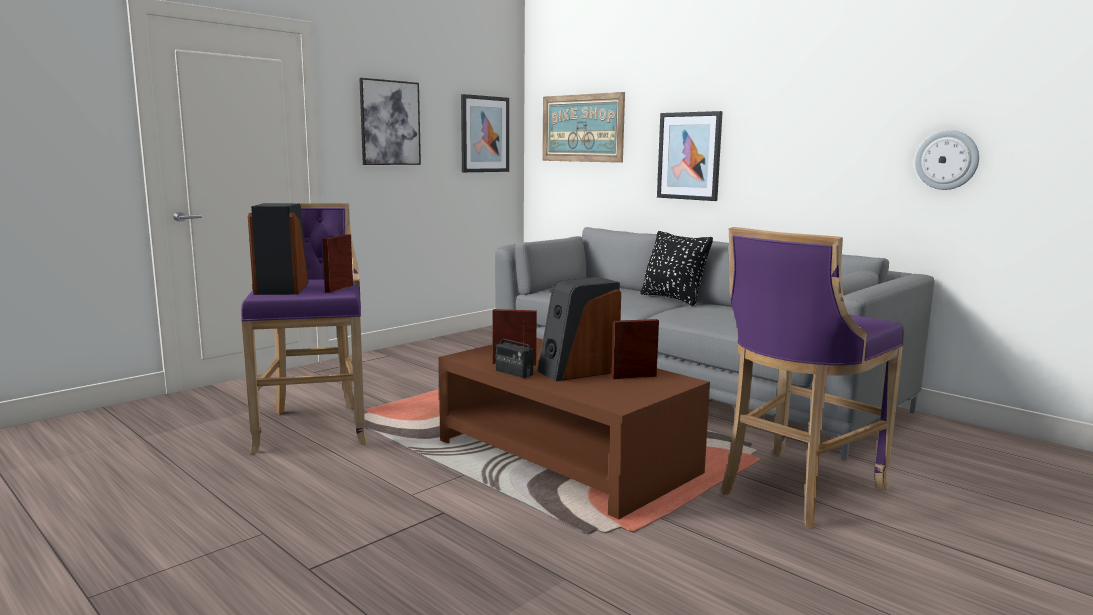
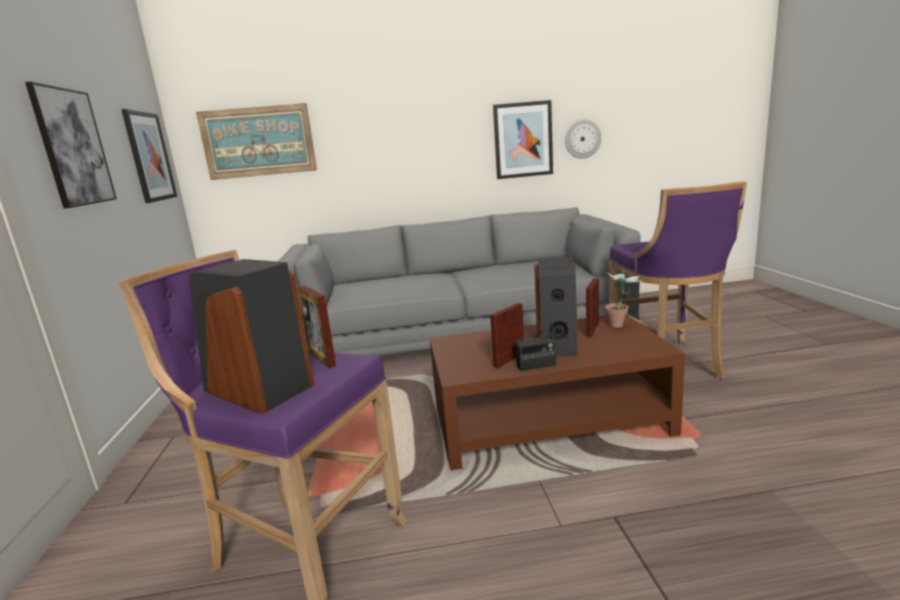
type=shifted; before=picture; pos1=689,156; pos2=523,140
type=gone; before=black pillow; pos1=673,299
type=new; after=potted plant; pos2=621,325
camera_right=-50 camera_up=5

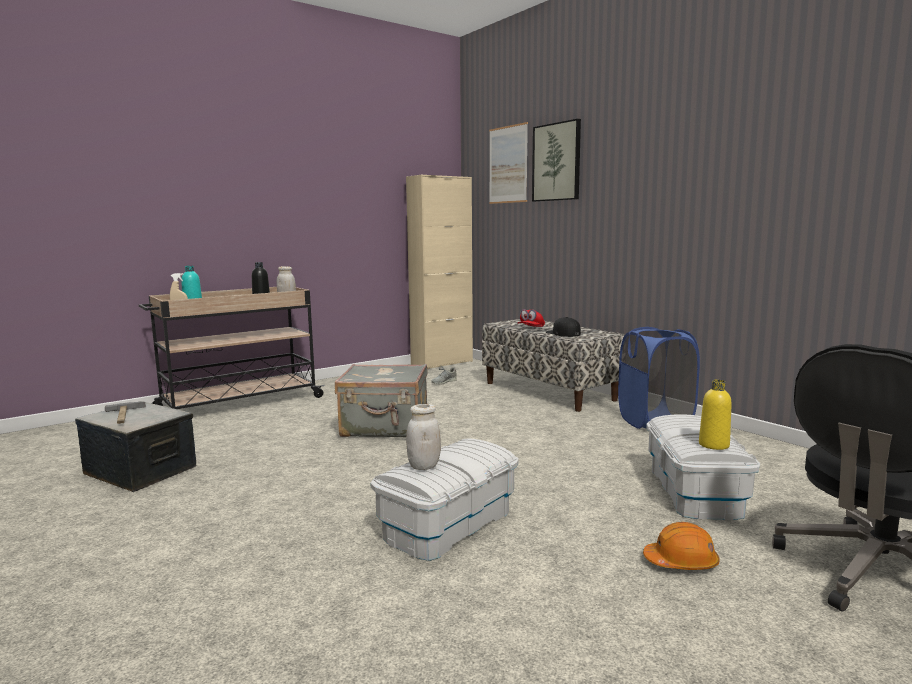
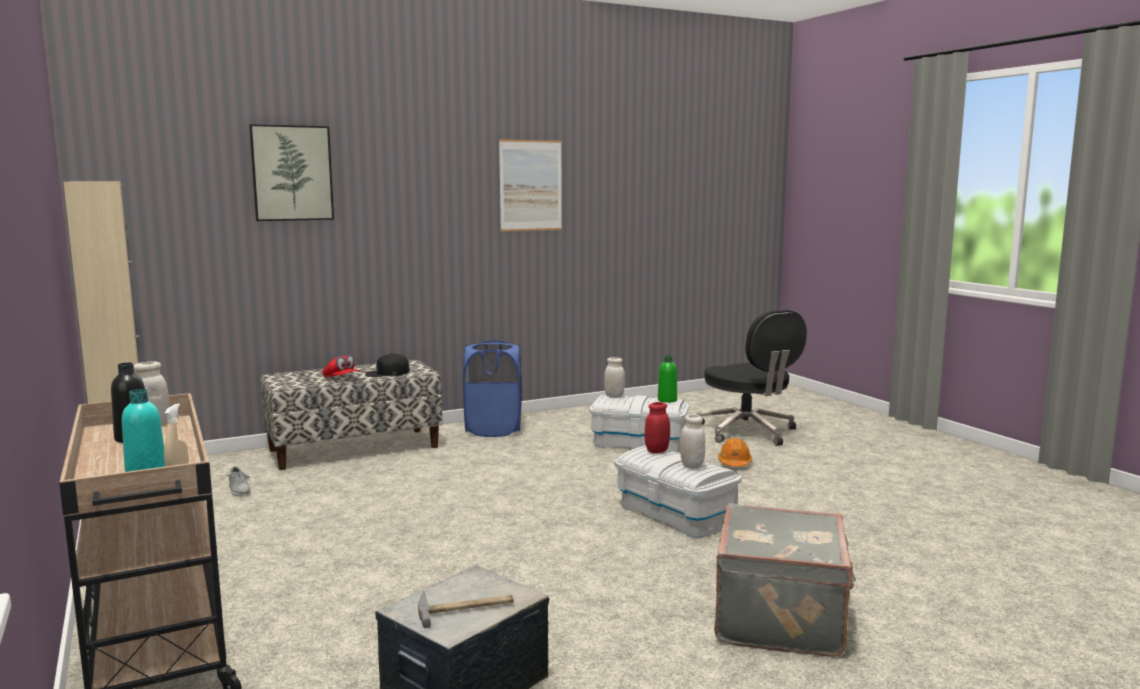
type=shifted; before=picture; pos1=508,164; pos2=530,185
type=shifted; before=grey suitcase; pos1=385,427; pos2=782,618
type=repainted; before=yellow bottle; after=green bottle; pos1=714,445; pos2=667,400
type=new; after=white jar; pos2=614,396
type=new; after=red jar; pos2=657,451
camera_right=-80 camera_up=0

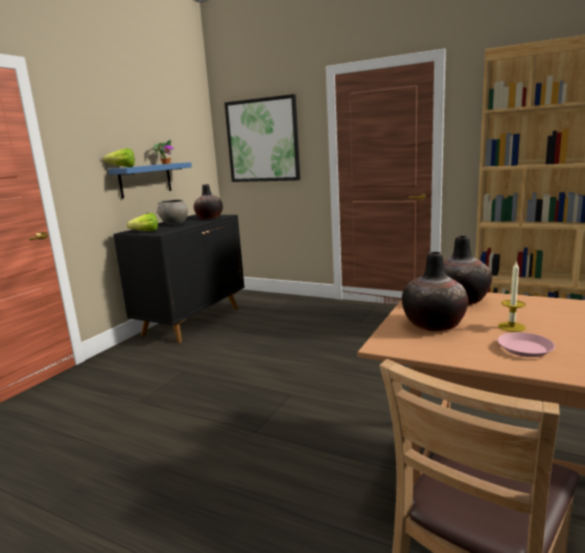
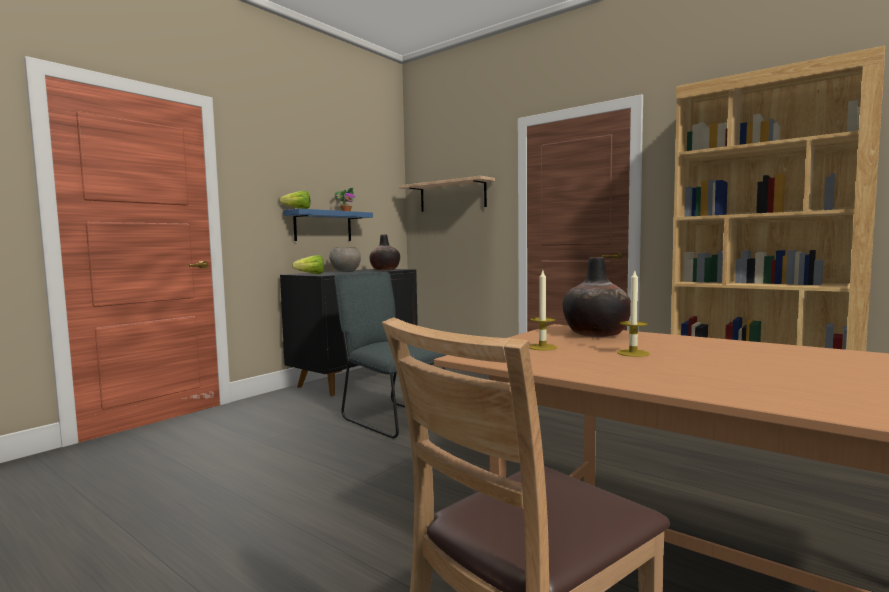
type=swapped; before=picture; after=shelf; pos1=262,140; pos2=452,196
type=swapped; before=vase; after=candle; pos1=433,325; pos2=542,347
type=gone; before=pink plate; pos1=525,348
type=new; after=grey chair; pos2=391,418
camera_right=10 camera_up=-10

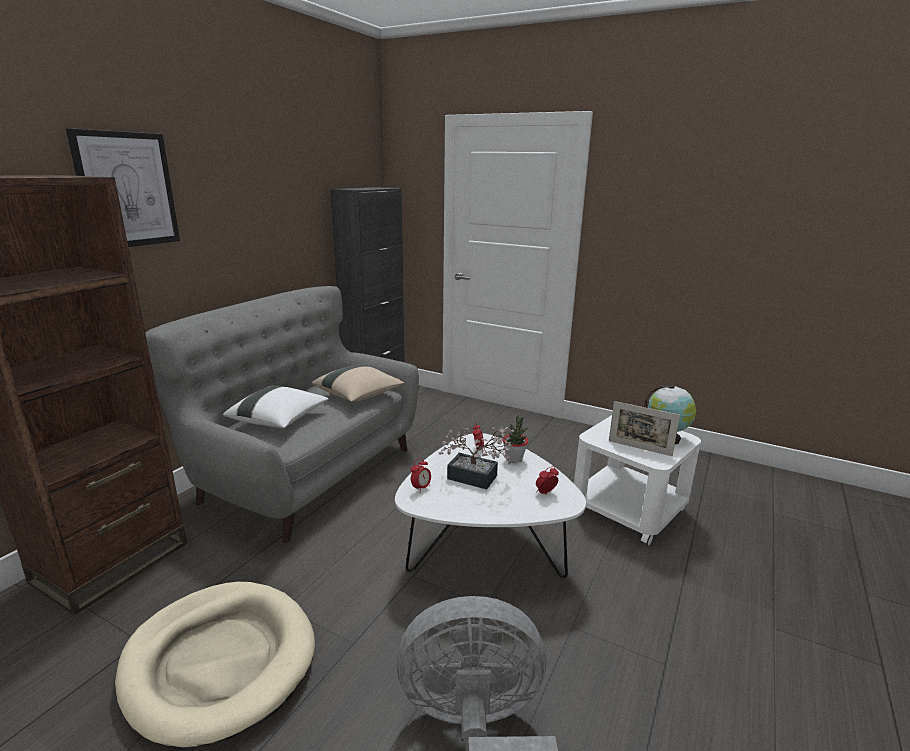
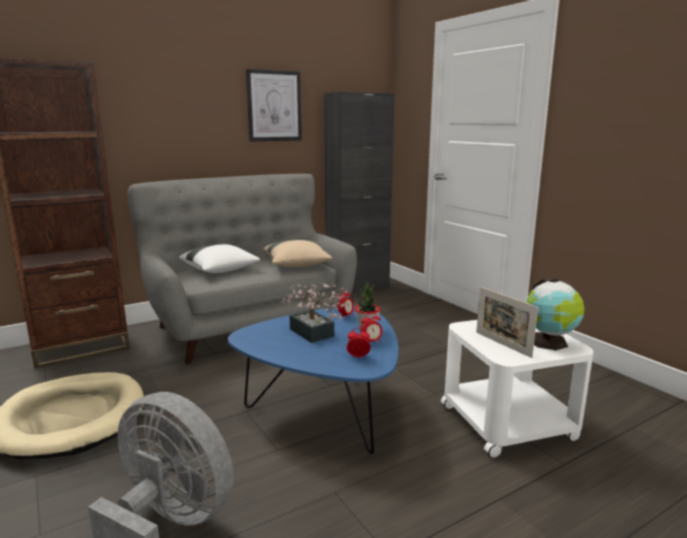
type=shifted; before=picture; pos1=127,190; pos2=274,106
type=repainted; before=white coffee table; after=blue coffee table; pos1=484,548; pos2=325,410
type=shifted; before=alarm clock; pos1=421,488; pos2=371,342
camera_right=30 camera_up=-5

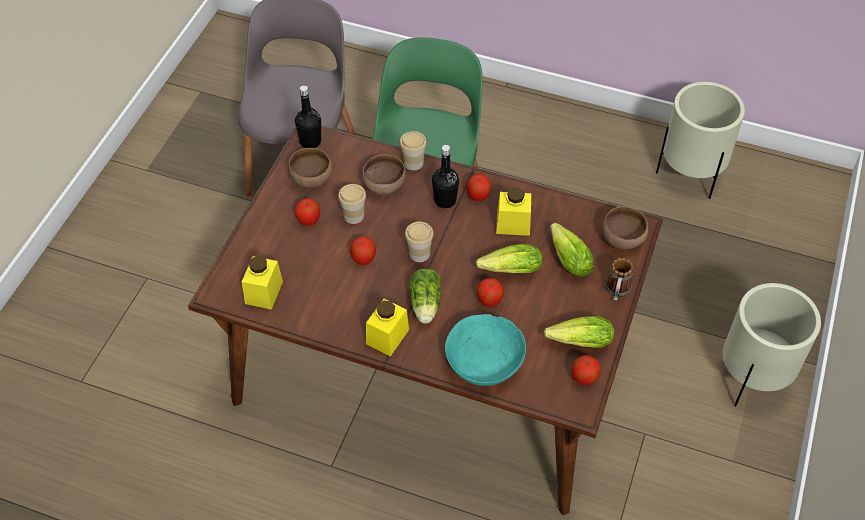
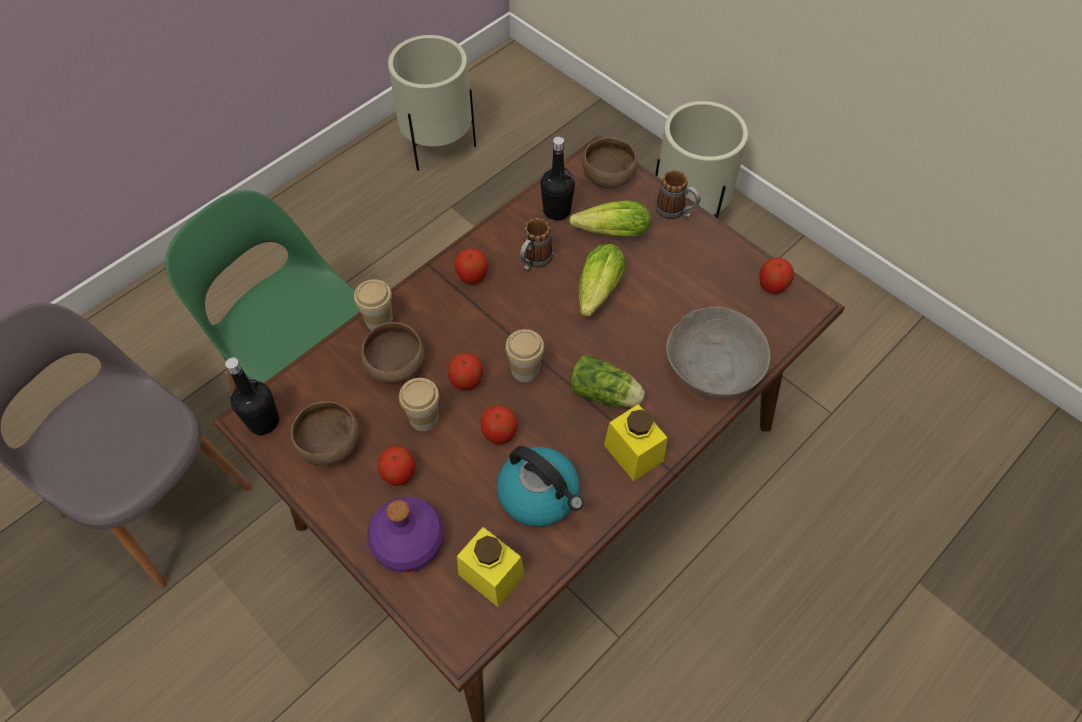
type=shifted; before=black bottle; pos1=445,200; pos2=557,211
type=swapped; before=yellow jar; after=mug; pos1=513,224; pos2=533,261
type=shifted; before=apple; pos1=489,300; pos2=466,380
type=repainted; before=turquoise bowl; after=grey bowl; pos1=483,361; pos2=713,368
type=gone; before=lettuce; pos1=576,341
type=new; after=kettle; pos2=540,494
type=new; after=purple bottle; pos2=408,541
camera_right=-65 camera_up=5

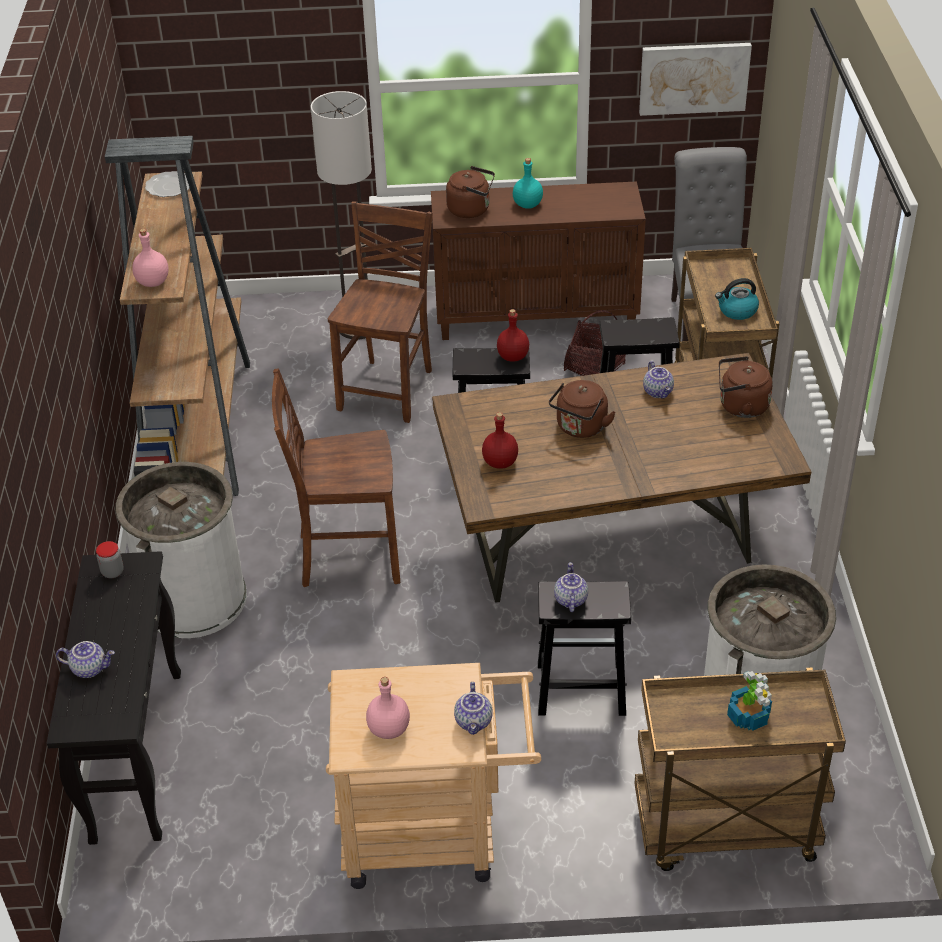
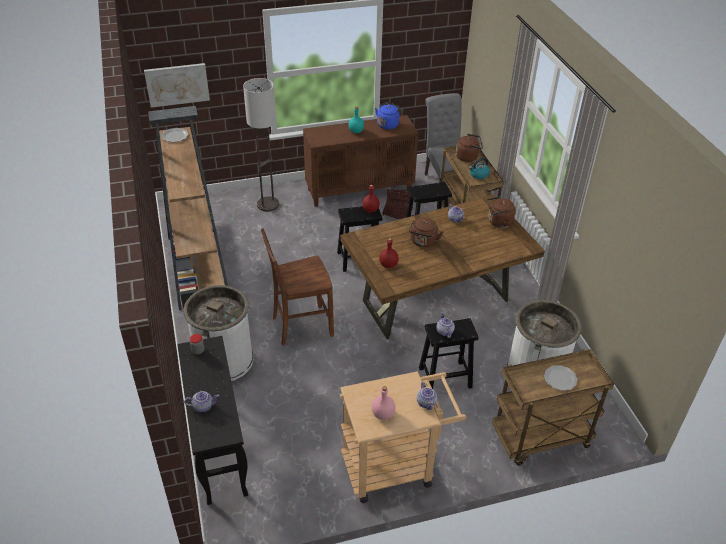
type=shifted; before=picture; pos1=694,78; pos2=177,84
type=shifted; before=brown kettle; pos1=471,210; pos2=468,157
type=gone; before=brown chair; pos1=388,389
type=gone; before=pink bottle; pos1=152,282
type=swapped; before=potted plant; after=plate; pos1=748,716; pos2=560,378
type=new; after=blue kettle; pos2=388,124
camera_right=-15 camera_up=0

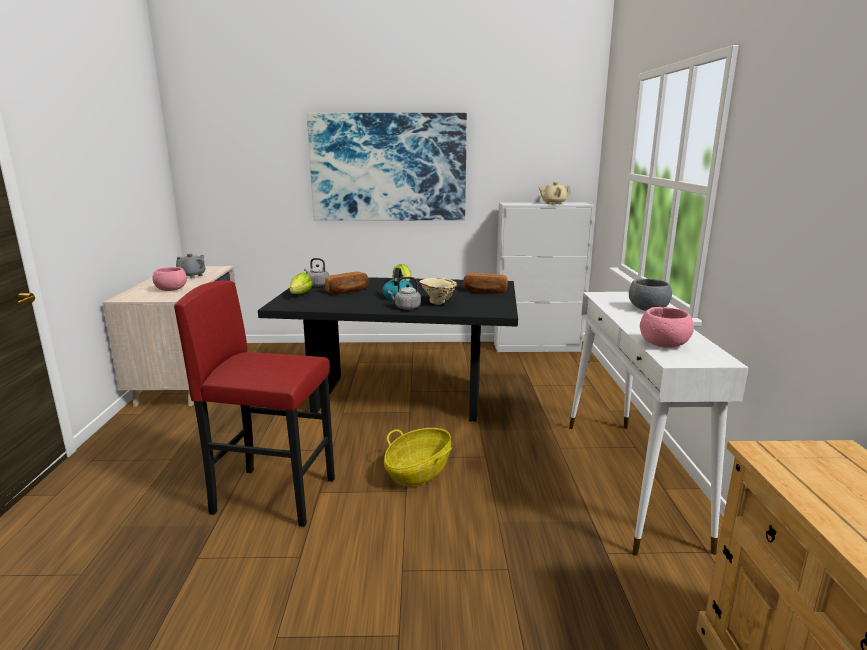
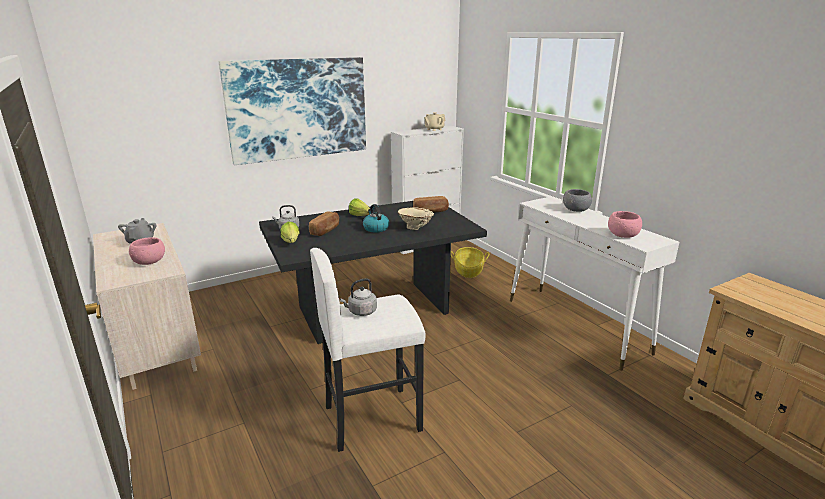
type=shifted; before=grey kettle; pos1=406,308; pos2=361,312
type=repainted; before=red stool; after=white stool; pos1=274,495; pos2=372,417
type=shifted; before=basket; pos1=418,471; pos2=468,271
camera_right=-30 camera_up=5

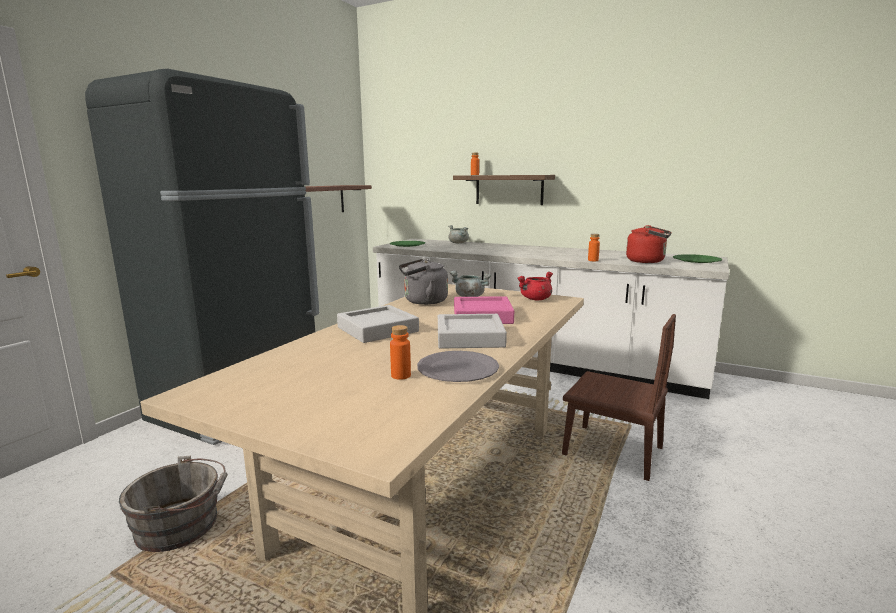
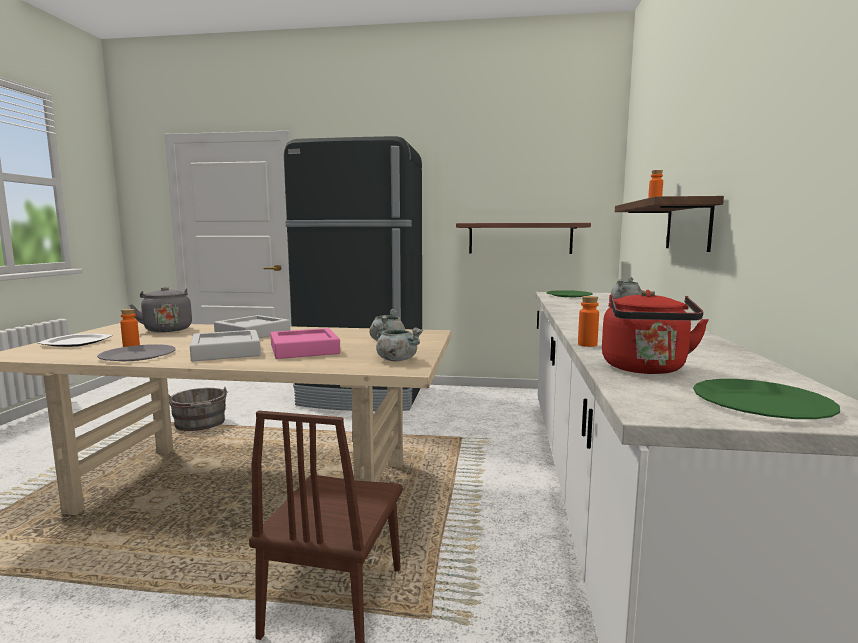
type=shifted; before=grey kettle; pos1=423,301; pos2=167,329
type=repainted; before=red cooking pot; after=grey cooking pot; pos1=535,299; pos2=396,360
type=new; after=plate; pos2=76,342
camera_right=70 camera_up=-5

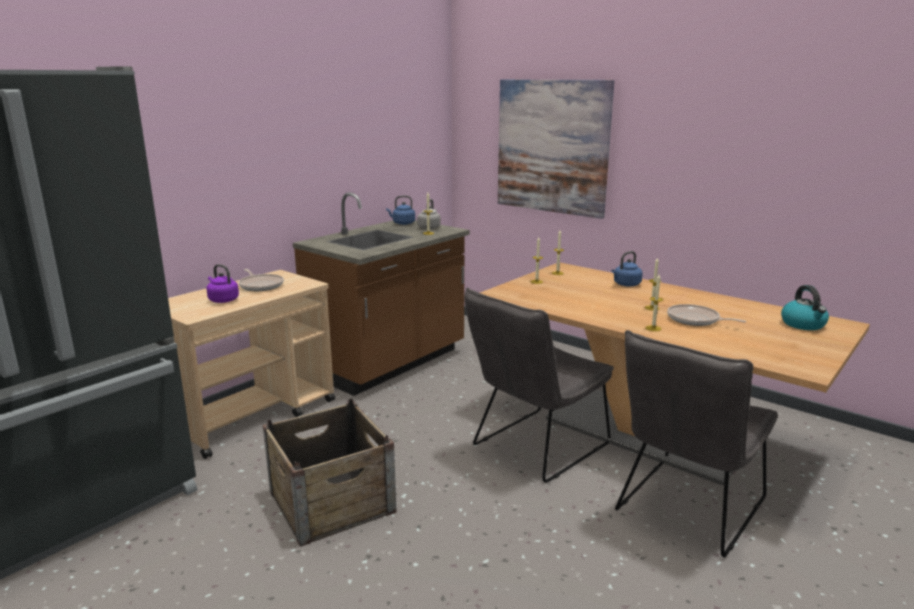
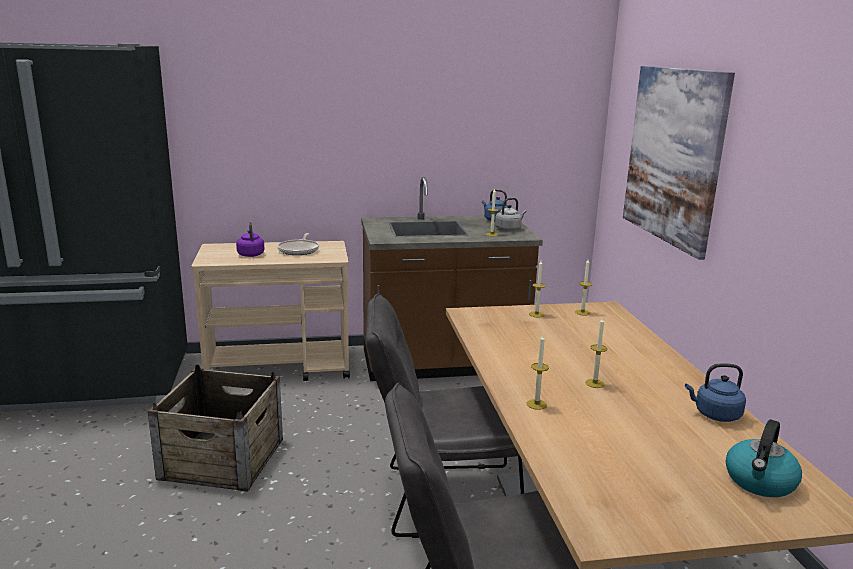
type=shifted; before=blue kettle; pos1=626,284; pos2=715,414
type=gone; before=frying pan; pos1=695,320
camera_right=40 camera_up=0

